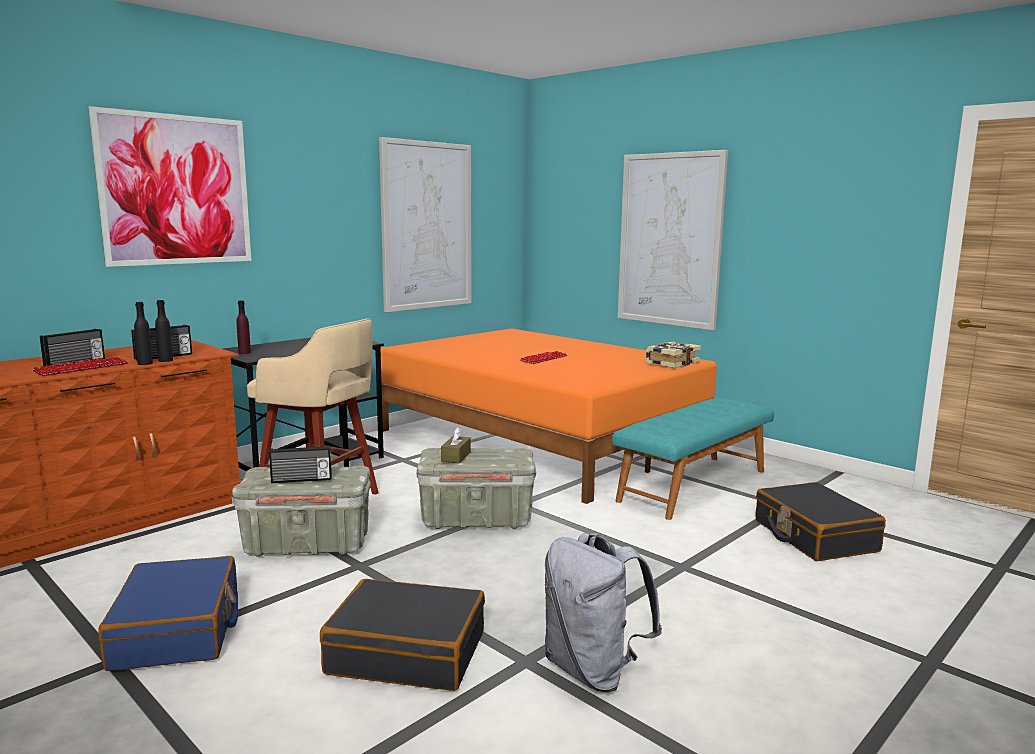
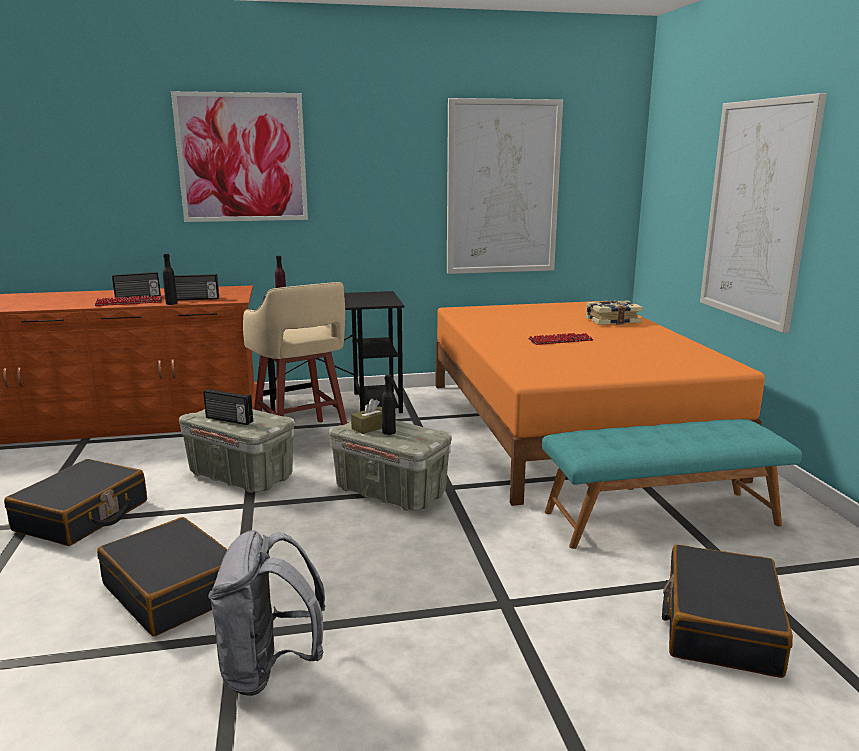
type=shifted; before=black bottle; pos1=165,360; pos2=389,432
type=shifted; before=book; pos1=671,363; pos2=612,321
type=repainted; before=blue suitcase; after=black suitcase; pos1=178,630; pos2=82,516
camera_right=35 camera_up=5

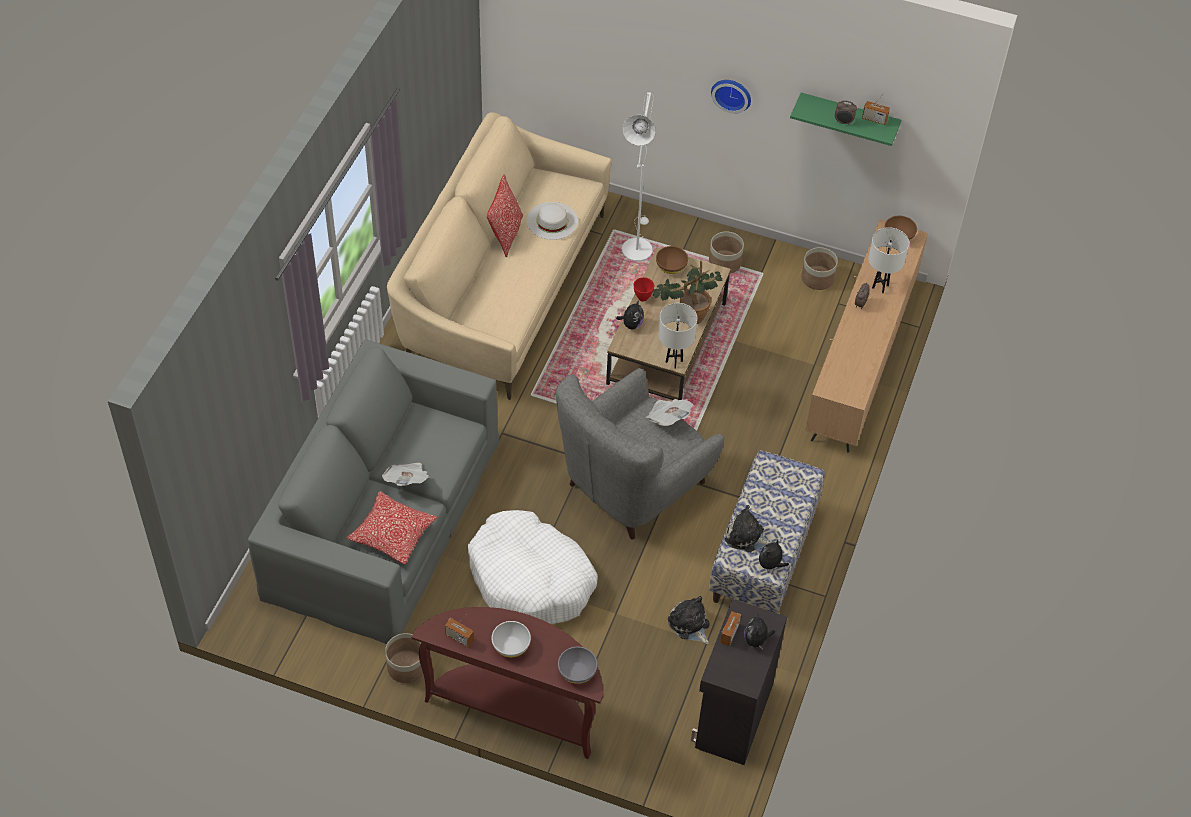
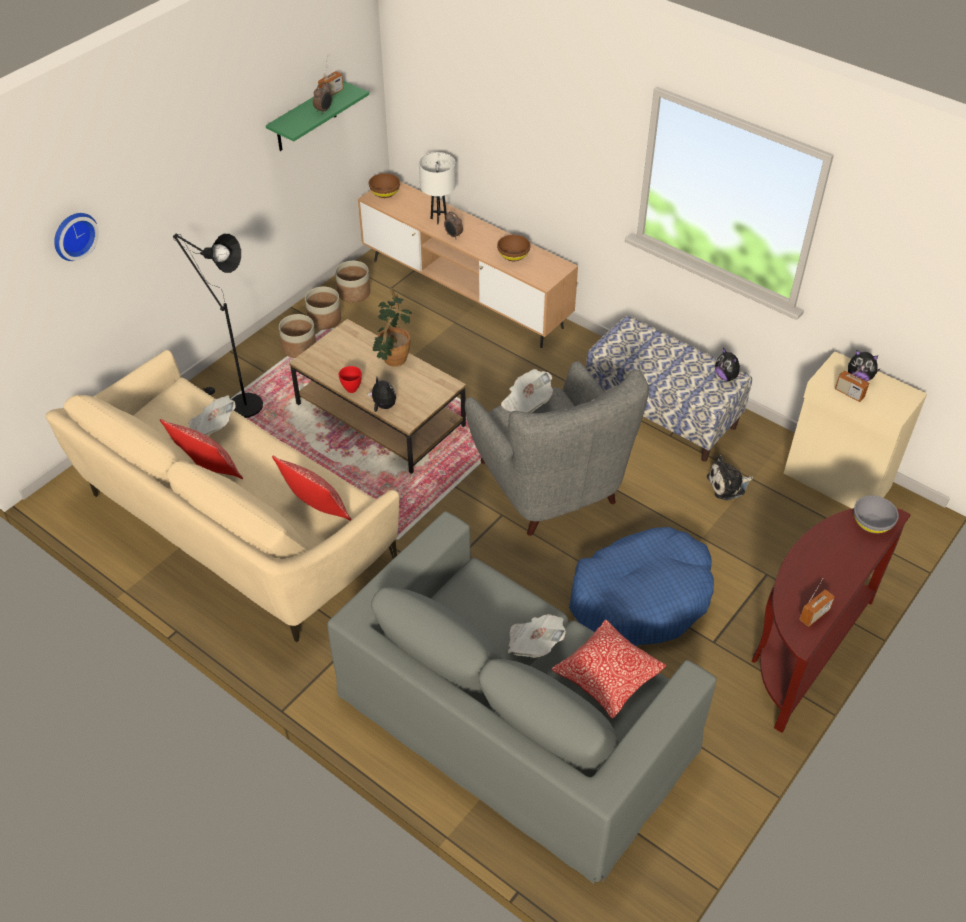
type=shifted; before=wall clock; pos1=732,93; pos2=73,235
type=repainted; before=white floor lamp; after=black floor lamp; pos1=636,245; pos2=239,405
type=swapped; before=white hat; after=newspaper; pos1=552,221; pos2=213,426
type=shifted; before=brown bowl; pos1=671,267; pos2=513,256
type=gone; before=white table lamp; pos1=674,361
type=gone; before=plush toy; pos1=746,537
type=repainted; before=white dog bed; after=blue dog bed; pos1=531,578; pos2=641,597
type=repainted; before=black cabinet; after=beige cabinet; pos1=732,716; pos2=836,481
type=gone; before=white bowl; pos1=511,646
type=shifted; before=planter; pos1=406,666; pos2=324,319
type=new; after=pillow; pos2=316,510
camera_right=-70 camera_up=-5

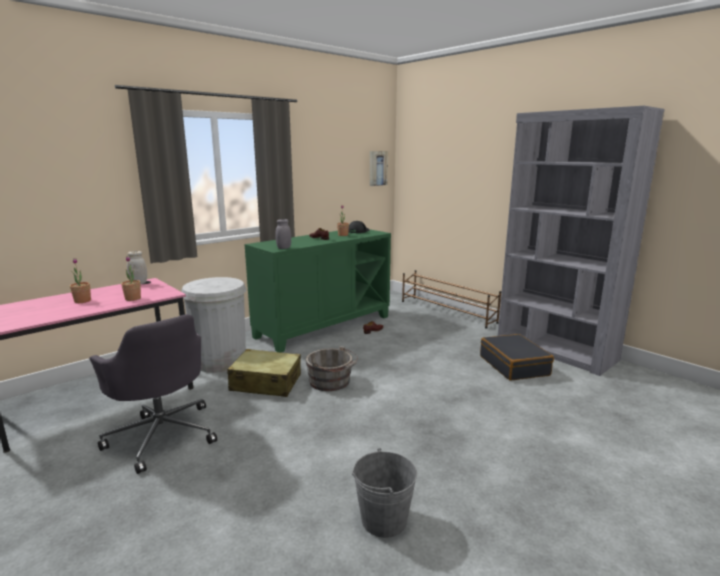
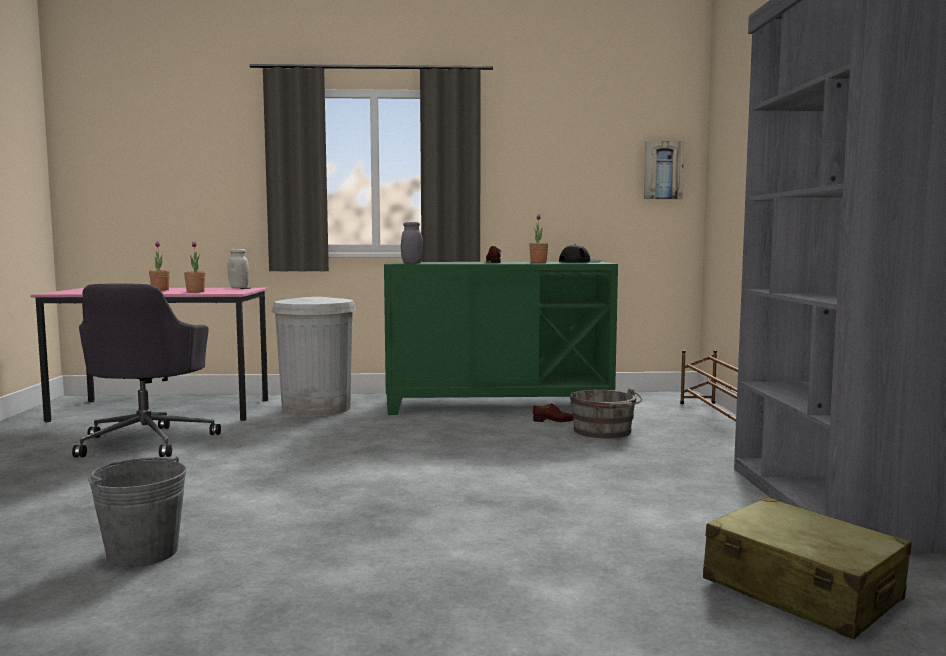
type=gone; before=black suitcase; pos1=514,365
type=shifted; before=grey bucket; pos1=332,382; pos2=604,432
type=shifted; before=beige suitcase; pos1=266,383; pos2=801,591
camera_right=40 camera_up=-10

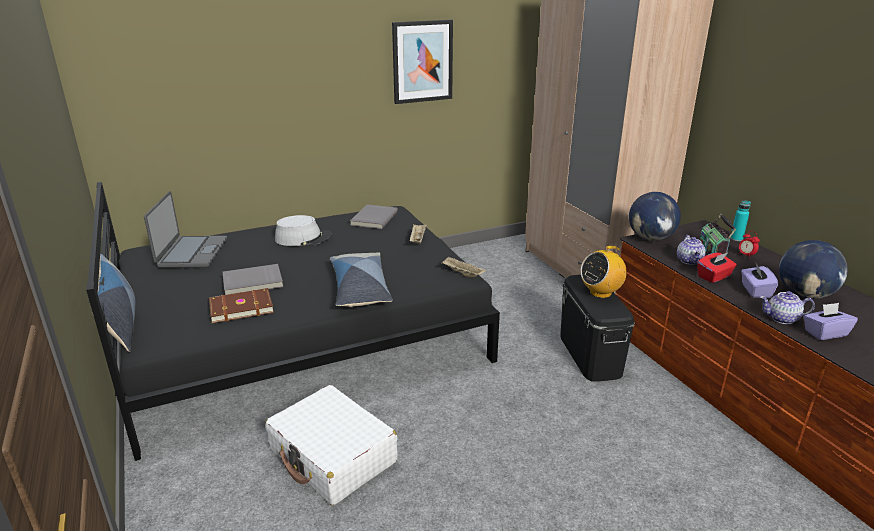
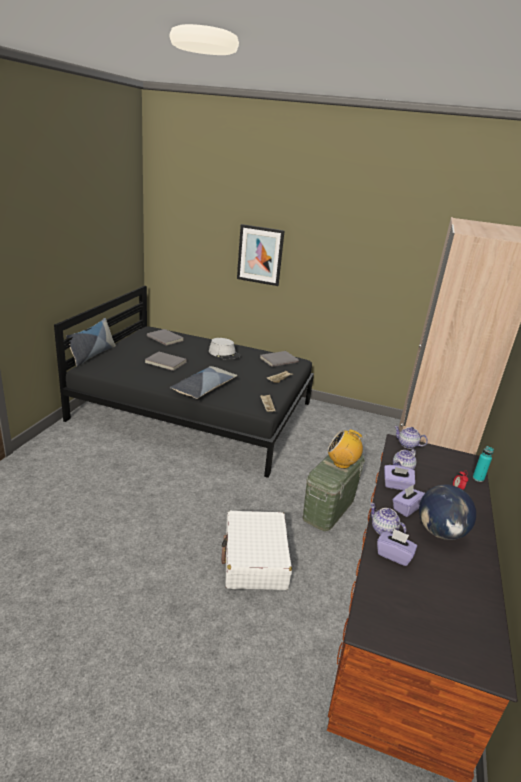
type=shifted; before=picture; pos1=422,61; pos2=260,255
type=swapped; before=laptop; after=grey book; pos1=192,253; pos2=165,338
type=swapped; before=globe; after=teapot; pos1=650,238; pos2=407,444
type=gone; before=radio; pos1=713,250
type=repainted; before=red tissue box; after=purple tissue box; pos1=714,277; pos2=396,485
type=repainted; before=black storage box; after=green storage box; pos1=590,355; pos2=329,508
type=gone; before=brown book; pos1=241,307
type=shifted; before=white suitcase; pos1=333,456; pos2=255,559
camera_right=40 camera_up=0

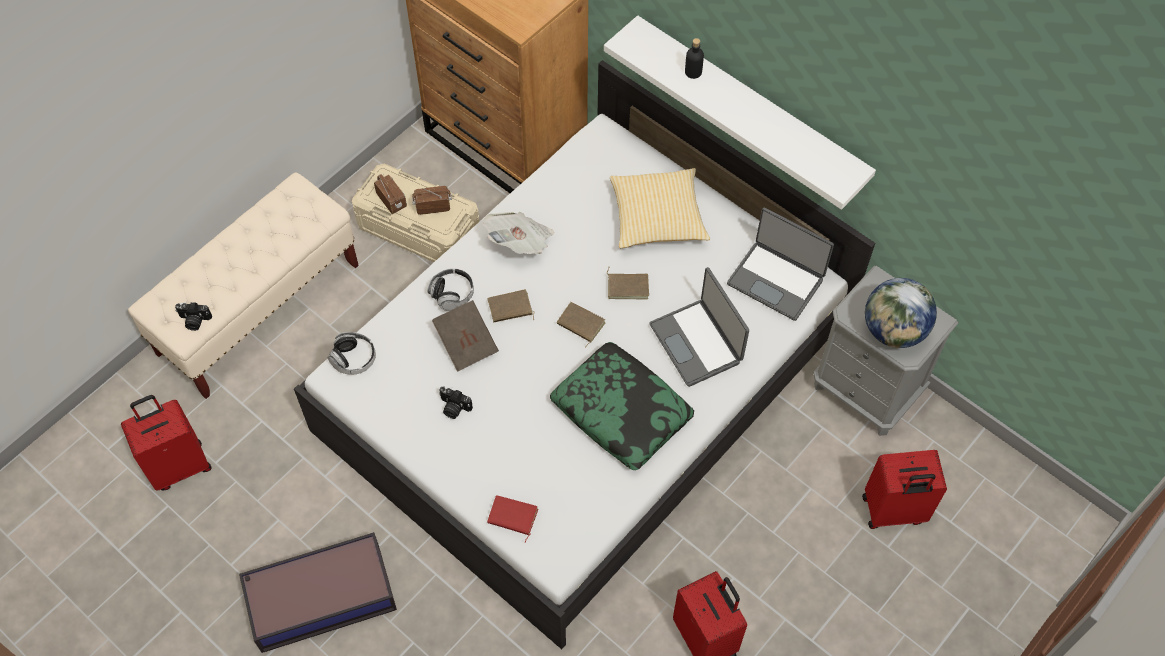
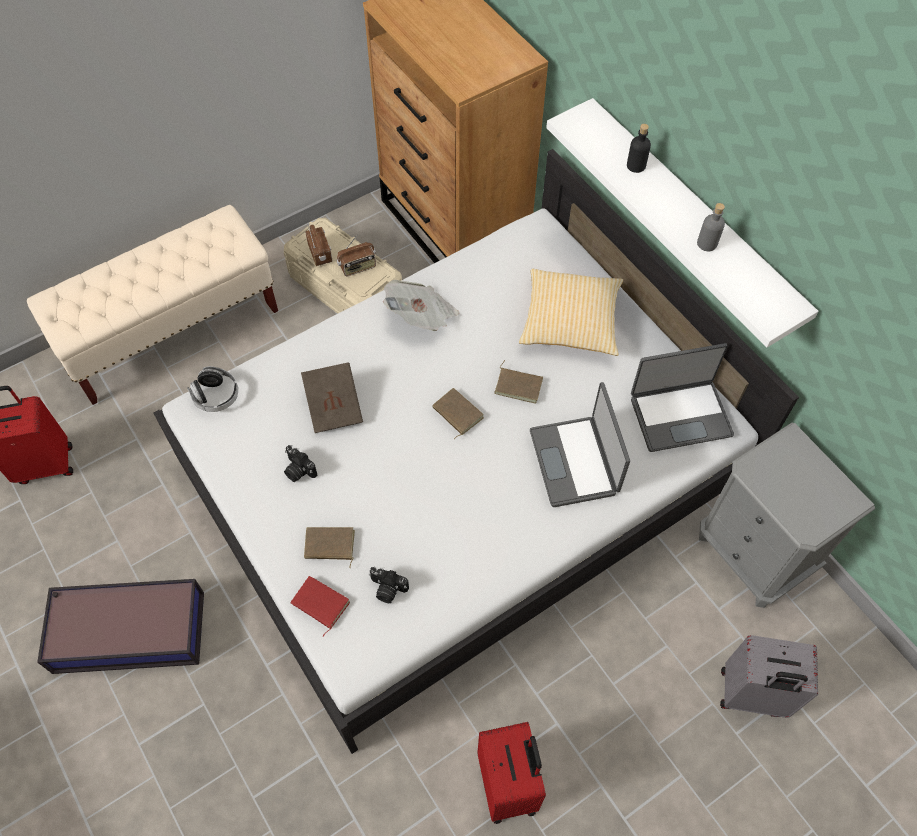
type=rotated; before=radio; pos1=433,206; pos2=358,267; turn=150
type=rotated; before=laptop; pos1=776,280; pos2=680,415; turn=-60
type=gone; before=headphones; pos1=452,294
type=gone; before=globe; pos1=893,331
type=shifted; before=brown book; pos1=510,309; pos2=329,546
type=shifted; before=photo camera; pos1=194,321; pos2=387,589
type=gone; before=pillow; pos1=622,411
type=repainted; before=red suitcase; after=grey suitcase; pos1=893,511; pos2=751,695
type=new; after=grey bottle; pos2=707,243
camera_right=15 camera_up=0

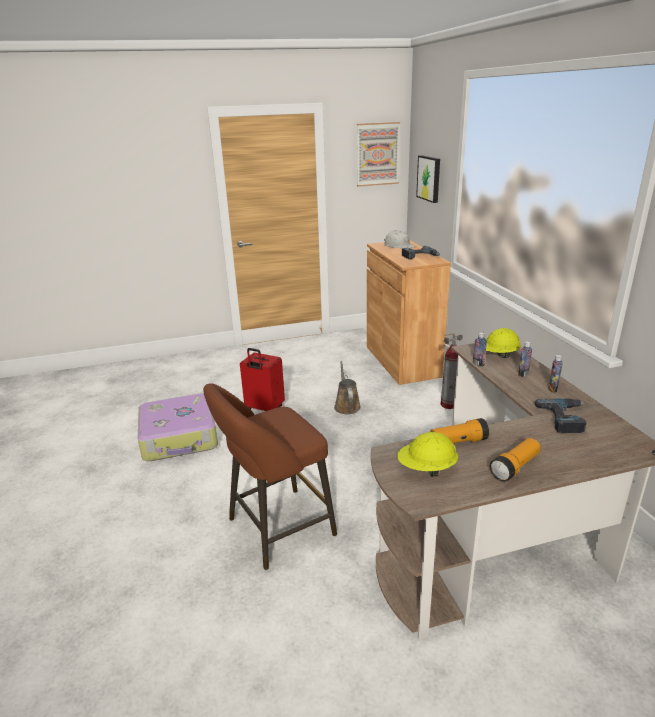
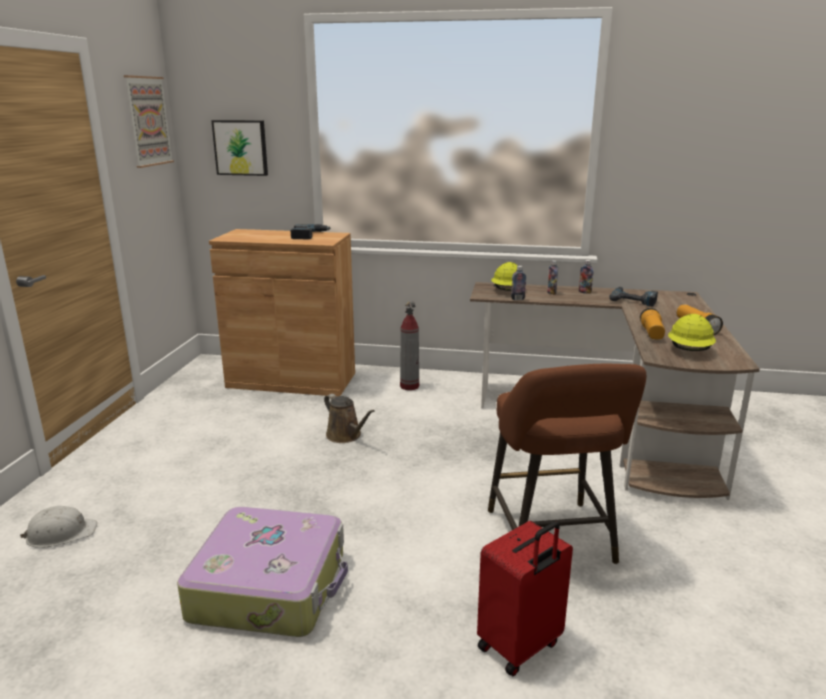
type=shifted; before=white hard hat; pos1=398,246; pos2=61,534
type=shifted; before=red suitcase; pos1=264,409; pos2=520,647
type=rotated; before=brown watering can; pos1=346,406; pos2=346,436; turn=-150
camera_right=-65 camera_up=-5

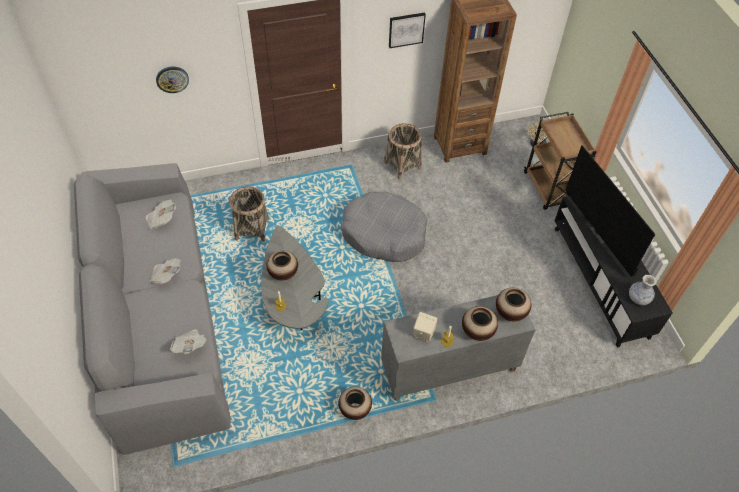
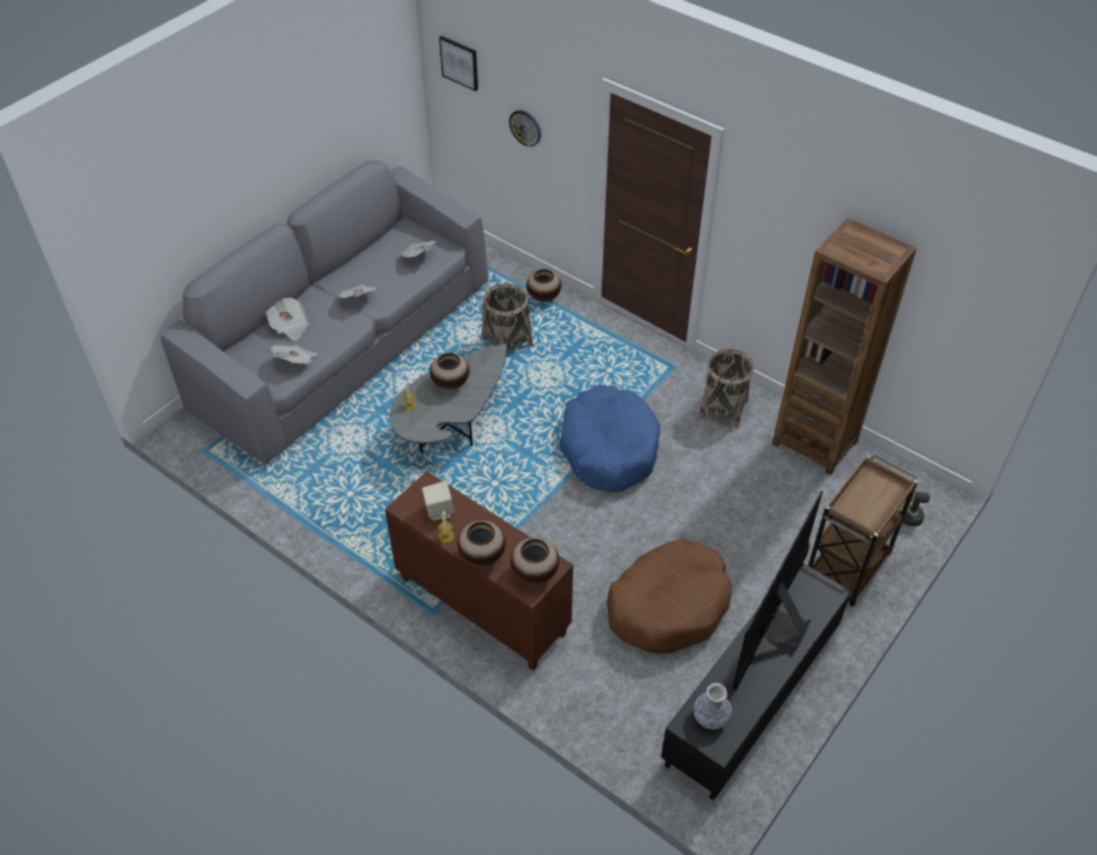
type=shifted; before=picture; pos1=406,29; pos2=460,62
type=repainted; before=grey dog bed; after=blue dog bed; pos1=384,233; pos2=608,448
type=repainted; before=grey cabinet; after=brown cabinet; pos1=448,370; pos2=481,606
type=shifted; before=vase; pos1=355,409; pos2=543,297
type=new; after=newspaper; pos2=289,326
type=new; after=brown dog bed; pos2=668,605
camera_right=55 camera_up=-5

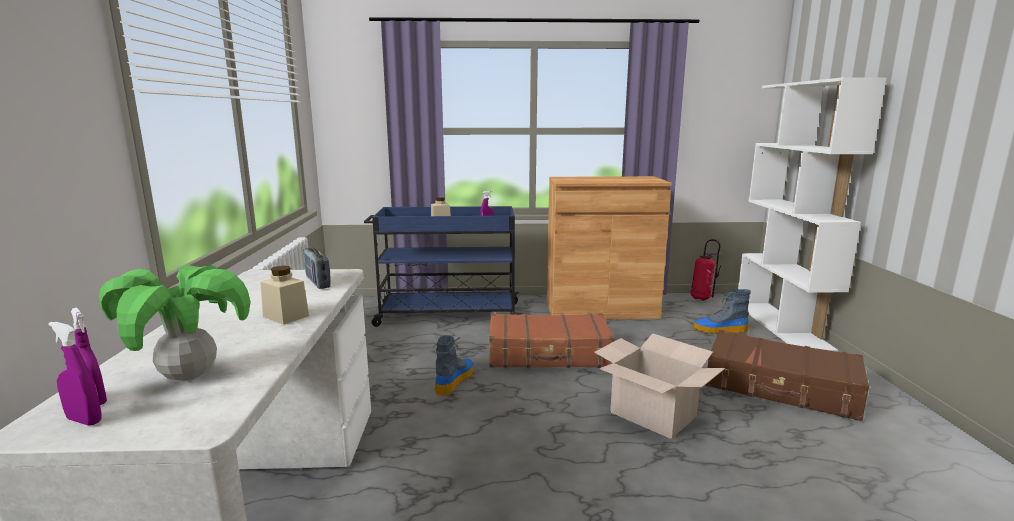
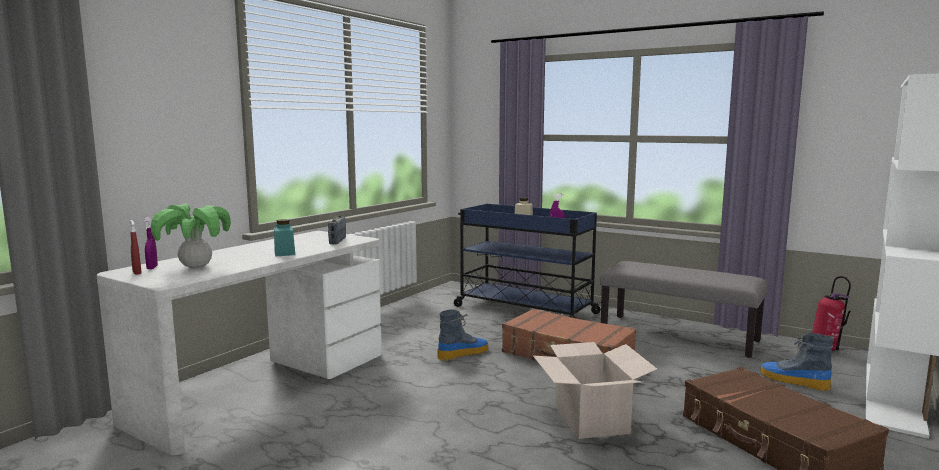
type=swapped; before=brown cabinet; after=grey bench; pos1=601,310; pos2=679,335
type=repainted; before=beige jar; after=turquoise jar; pos1=286,316; pos2=284,253
type=repainted; before=purple spray bottle; after=red spray bottle; pos1=84,420; pos2=137,272
camera_right=35 camera_up=-5

